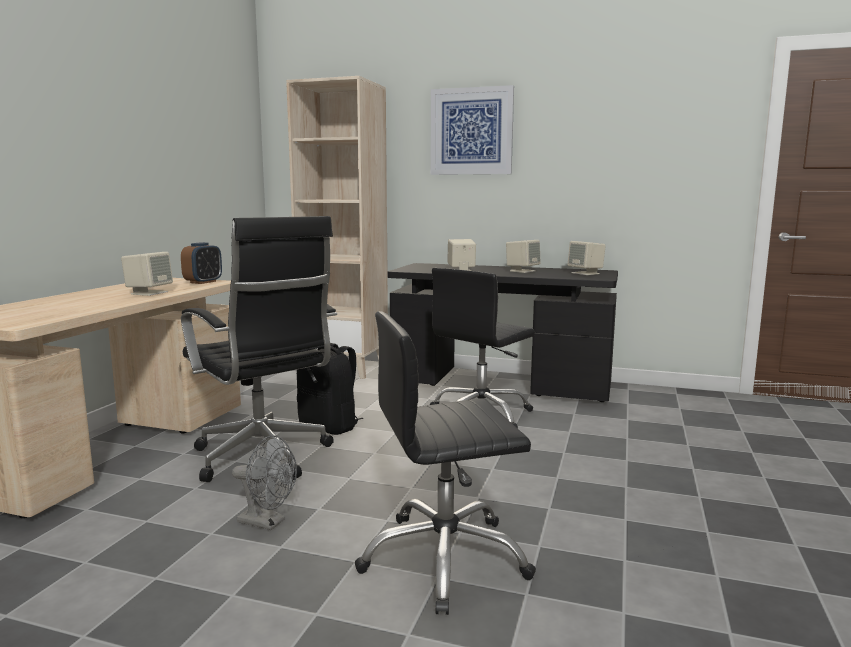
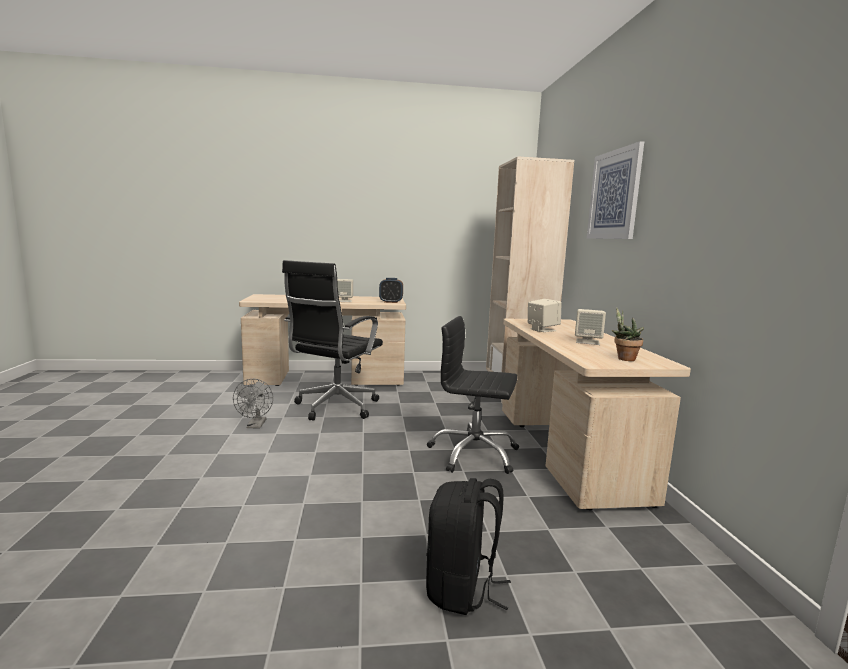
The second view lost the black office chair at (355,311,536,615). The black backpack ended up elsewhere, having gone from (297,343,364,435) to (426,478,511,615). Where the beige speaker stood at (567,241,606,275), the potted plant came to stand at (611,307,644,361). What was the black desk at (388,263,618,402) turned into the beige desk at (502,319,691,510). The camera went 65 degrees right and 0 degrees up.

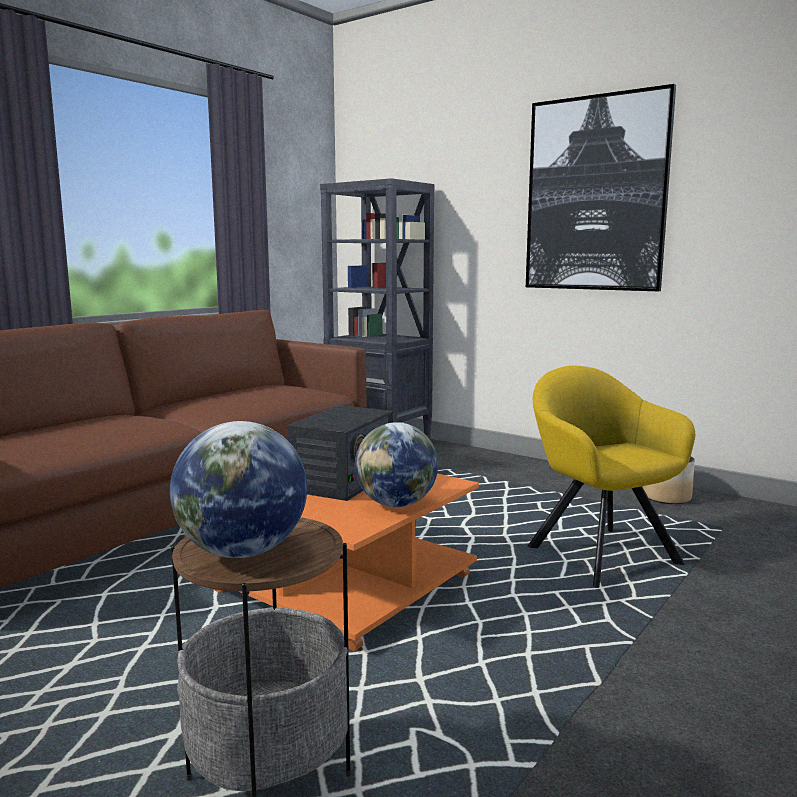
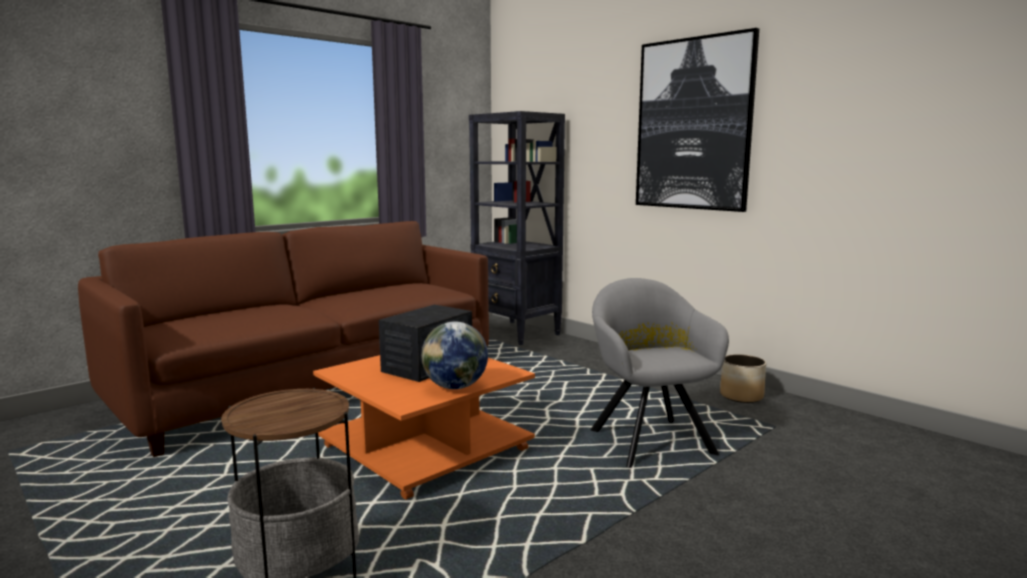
The second view lost the globe at (170,421,307,558). What was the yellow armchair at (528,366,695,588) turned into the grey armchair at (590,278,729,468). The camera went 10 degrees right and 0 degrees up.

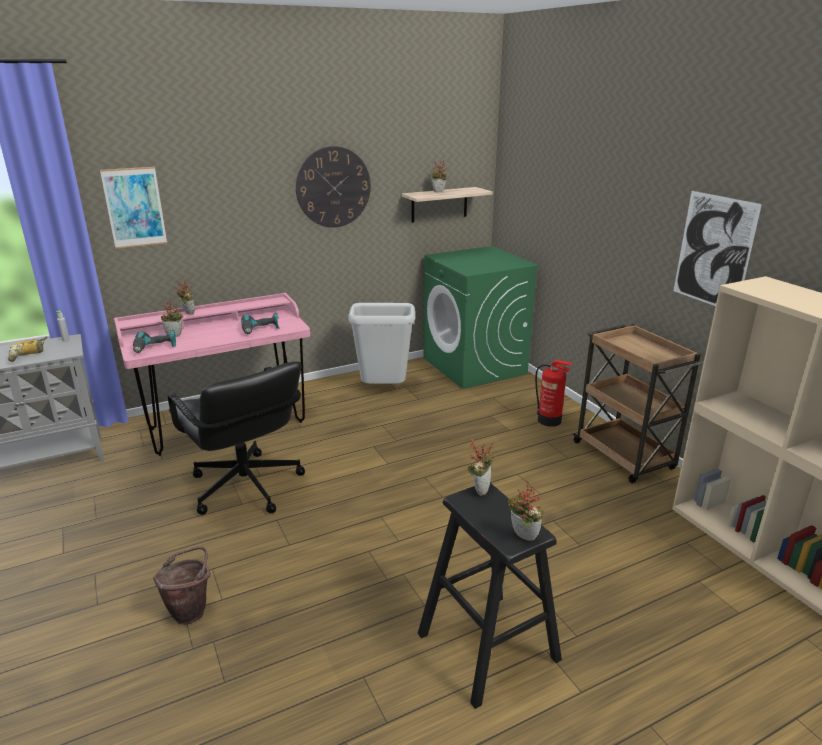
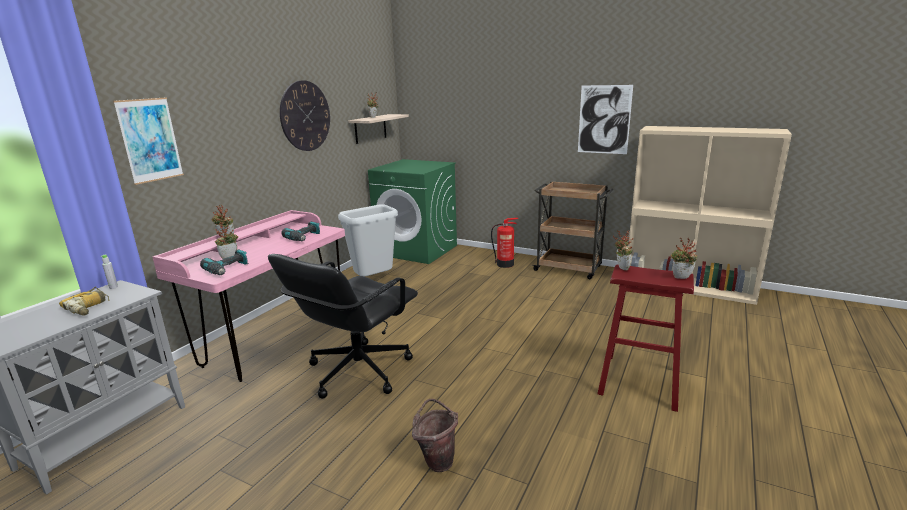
What was the black stool at (418,483,562,709) turned into the red stool at (597,264,694,412). The black office chair at (168,361,305,515) ended up facing another way, 105 degrees clockwise from before. The camera went 35 degrees left and 5 degrees down.

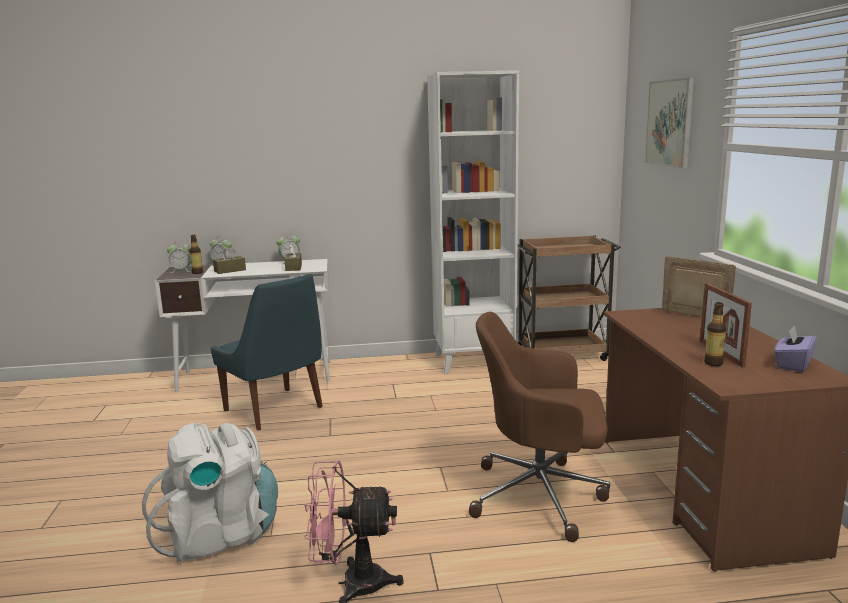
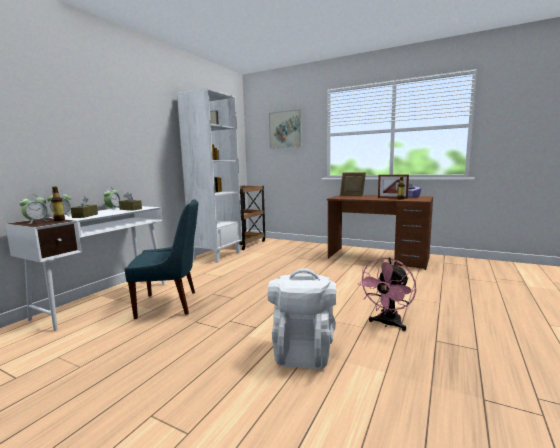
The second view lost the brown office chair at (469,312,610,542). The camera went 55 degrees left and 5 degrees down.

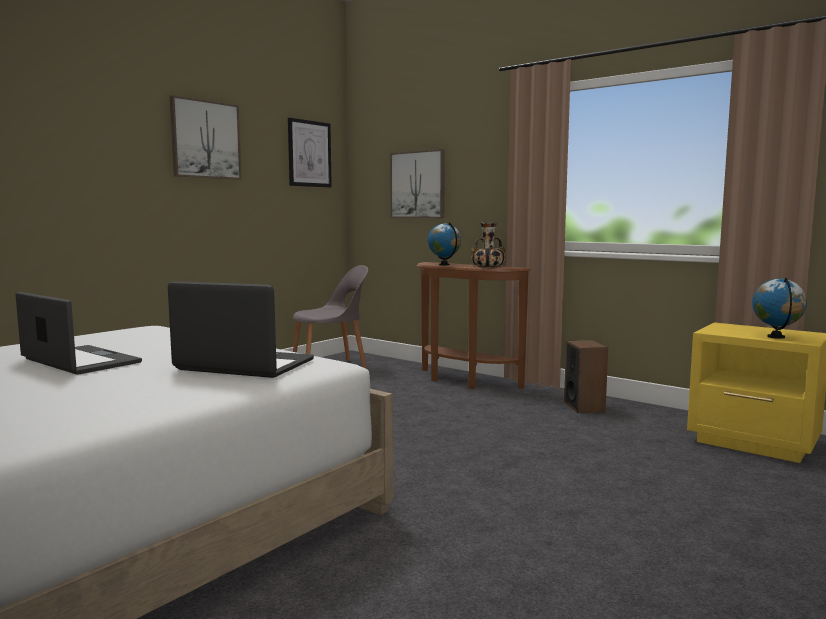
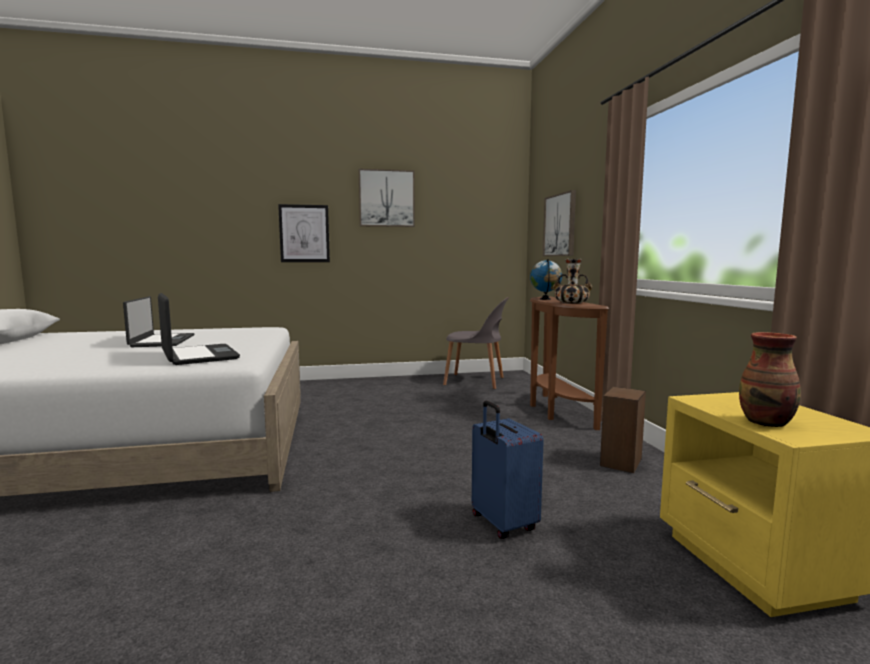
The second view gained the blue suitcase at (472,401,544,539). The picture ended up elsewhere, having gone from (288,117,332,188) to (278,204,330,262). Where the globe stood at (752,278,807,339), the vase came to stand at (739,332,801,427). The camera went 40 degrees right and 0 degrees up.

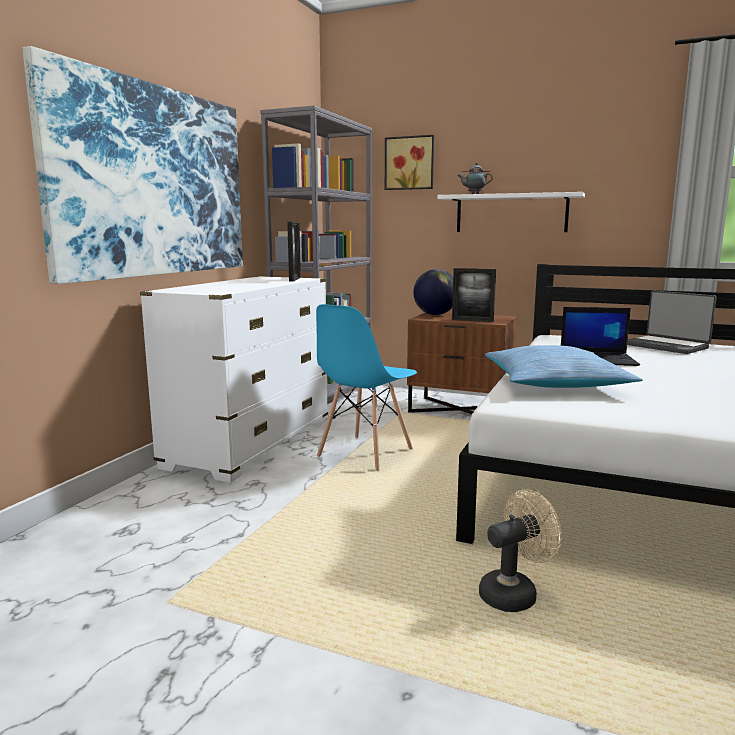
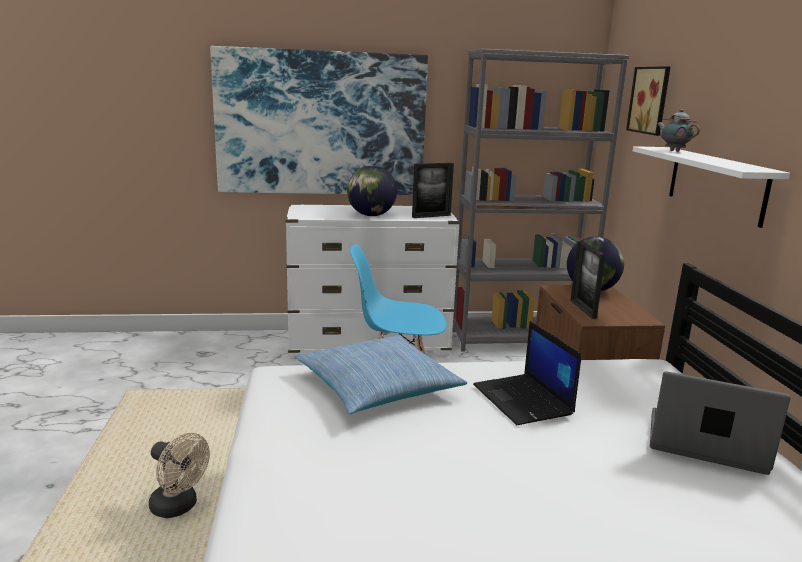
The second view gained the globe at (347,166,397,216). The laptop at (627,290,717,354) ended up facing another way, 90 degrees clockwise from before. The camera went 60 degrees right and 5 degrees up.

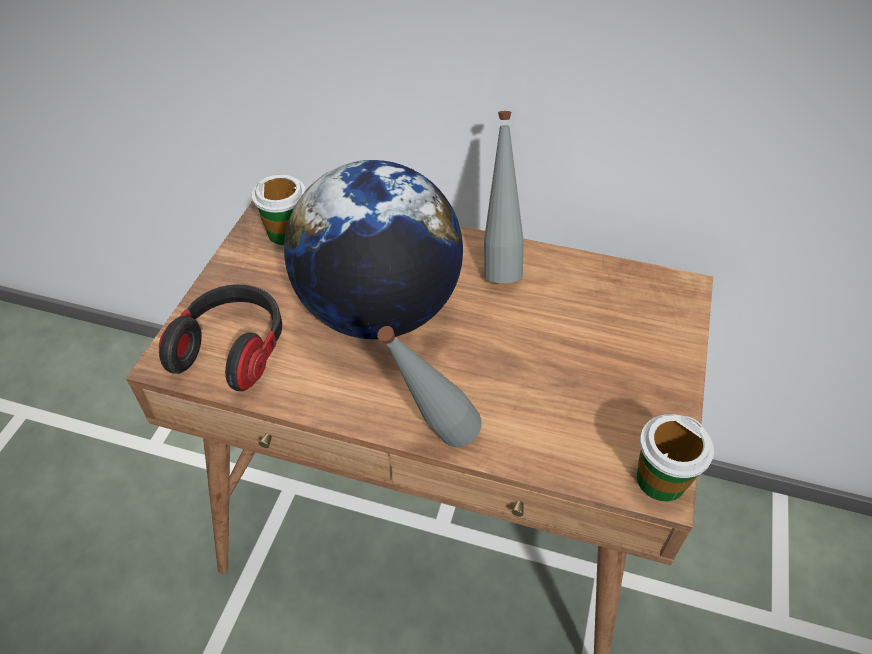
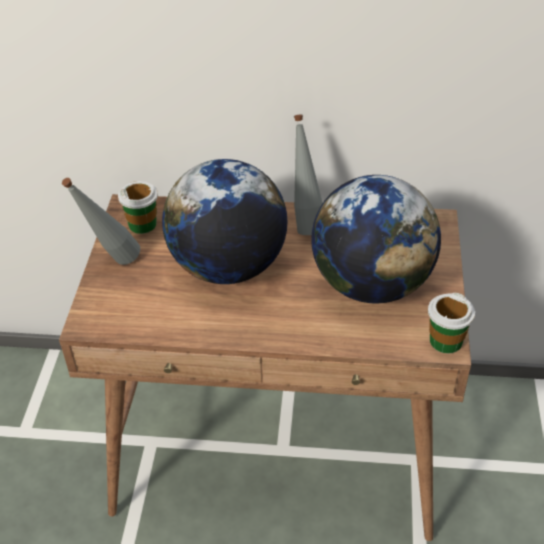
The second view lost the headphones at (159,284,282,391). The second view gained the globe at (311,175,441,304). The grey bottle ended up elsewhere, having gone from (377,326,482,447) to (62,178,140,265). The camera went 10 degrees left and 5 degrees down.

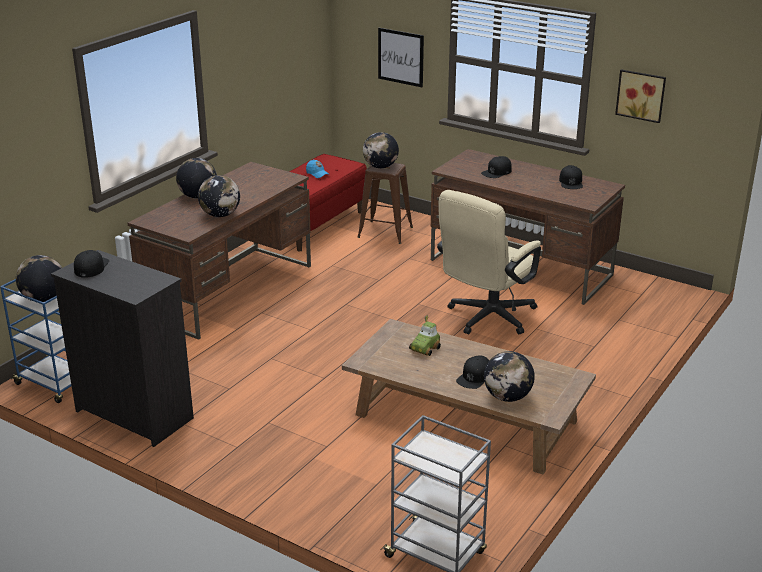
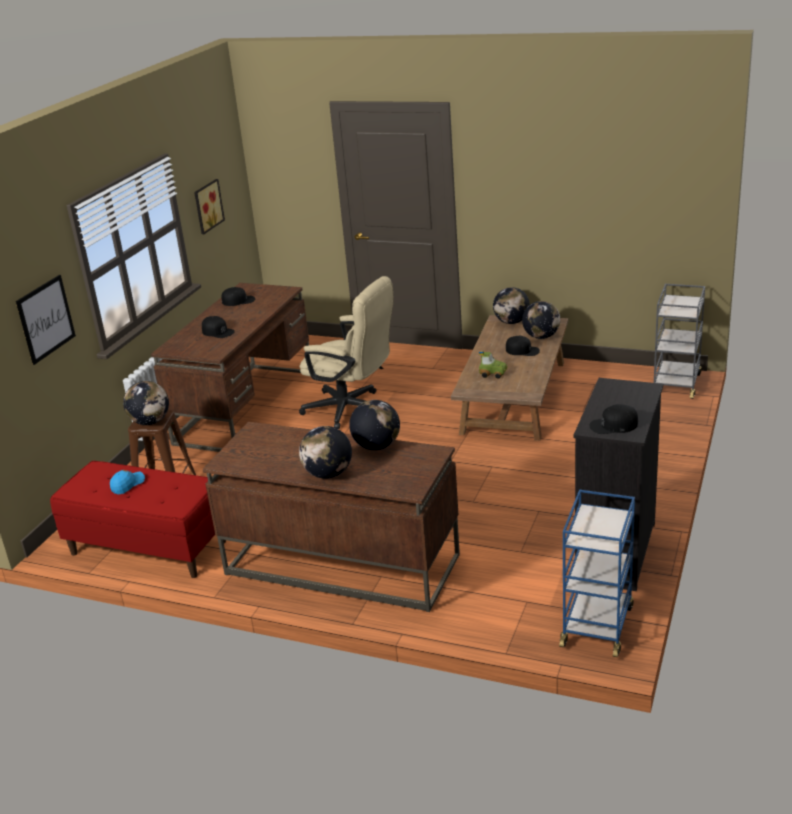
The globe ended up elsewhere, having gone from (16,255,62,302) to (493,287,530,324). The camera went 100 degrees left and 0 degrees up.

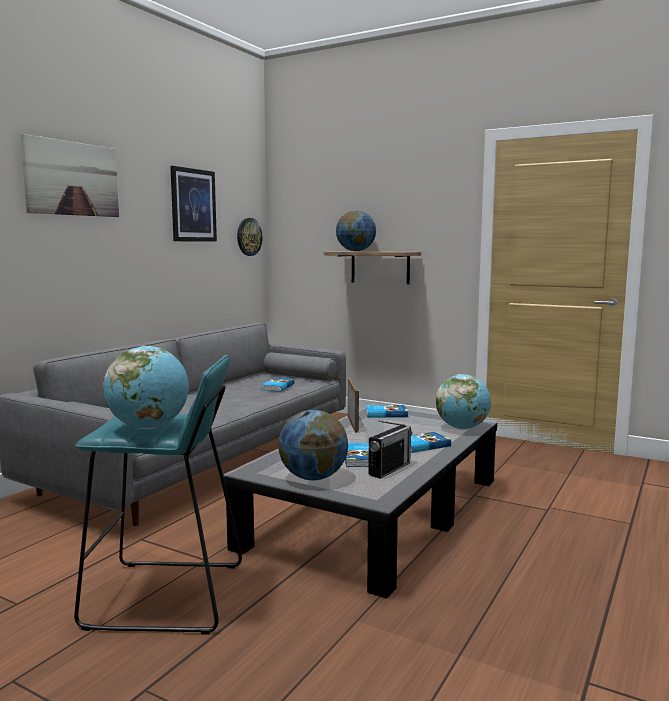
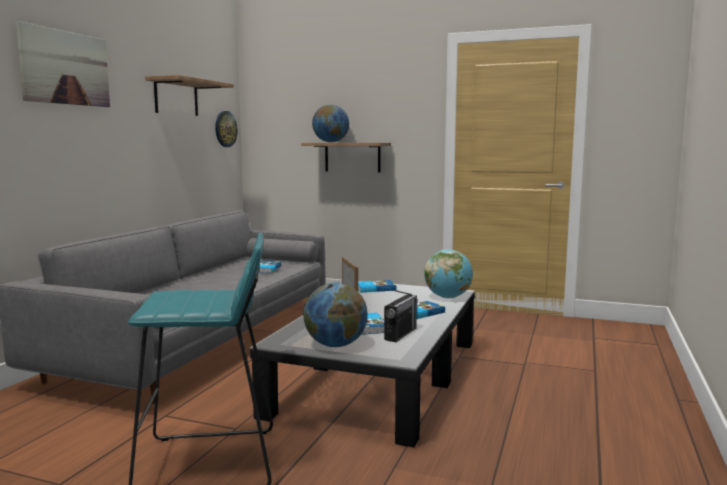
The second view lost the globe at (103,346,189,429). Where the picture hung at (170,166,217,242), the shelf came to hang at (145,75,234,116). The camera went 10 degrees left and 0 degrees up.

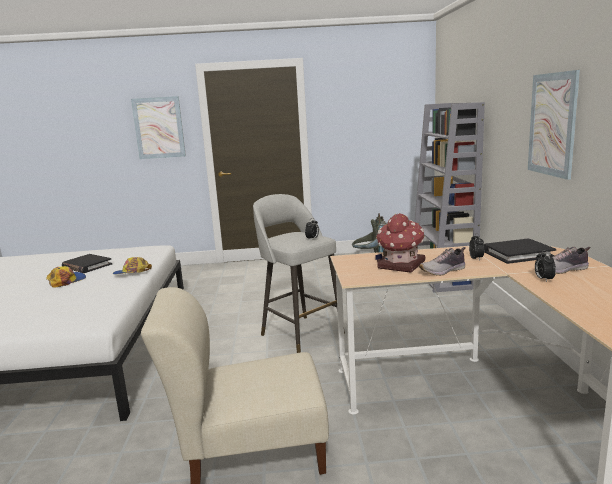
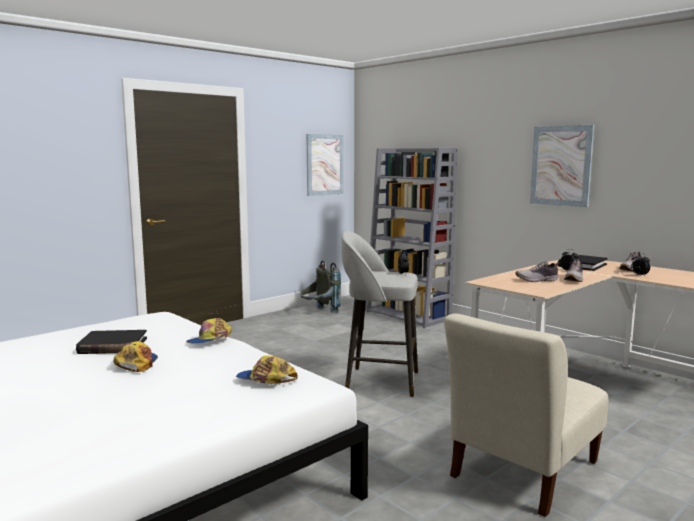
The second view gained the cap at (236,355,298,384). The picture ended up elsewhere, having gone from (131,96,186,159) to (306,134,344,196). Where the toy house stood at (376,213,425,273), the shoe came to stand at (515,262,560,282). The camera went 40 degrees left and 5 degrees down.

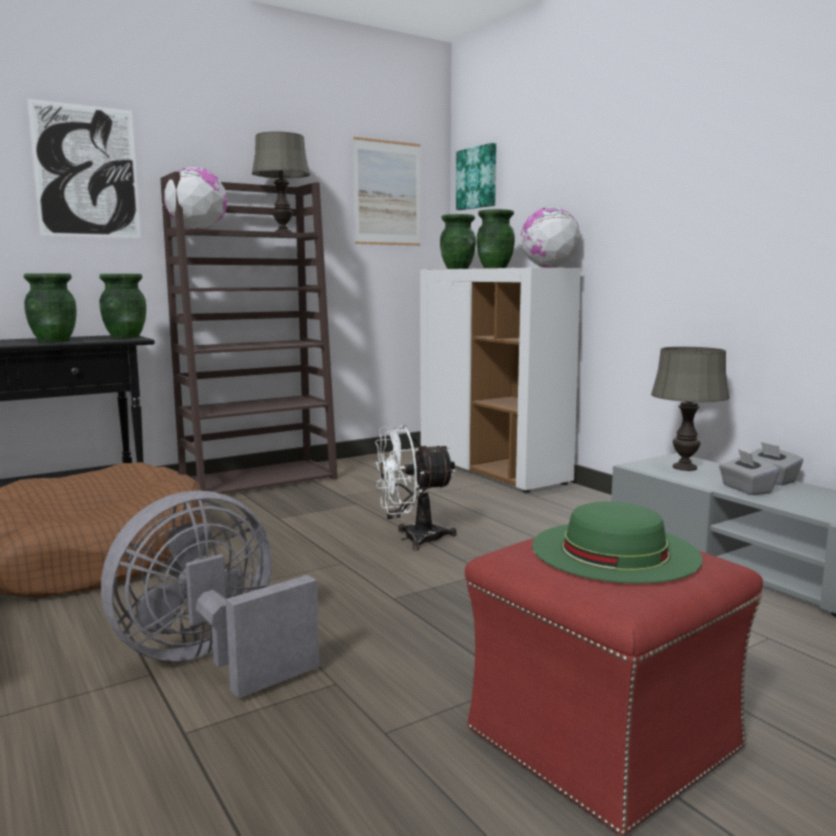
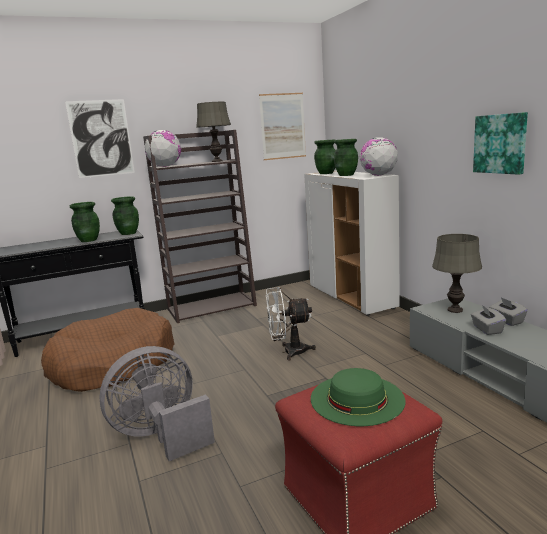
The picture ended up elsewhere, having gone from (456,143,496,210) to (473,112,528,175). The camera went 10 degrees right and 5 degrees up.

